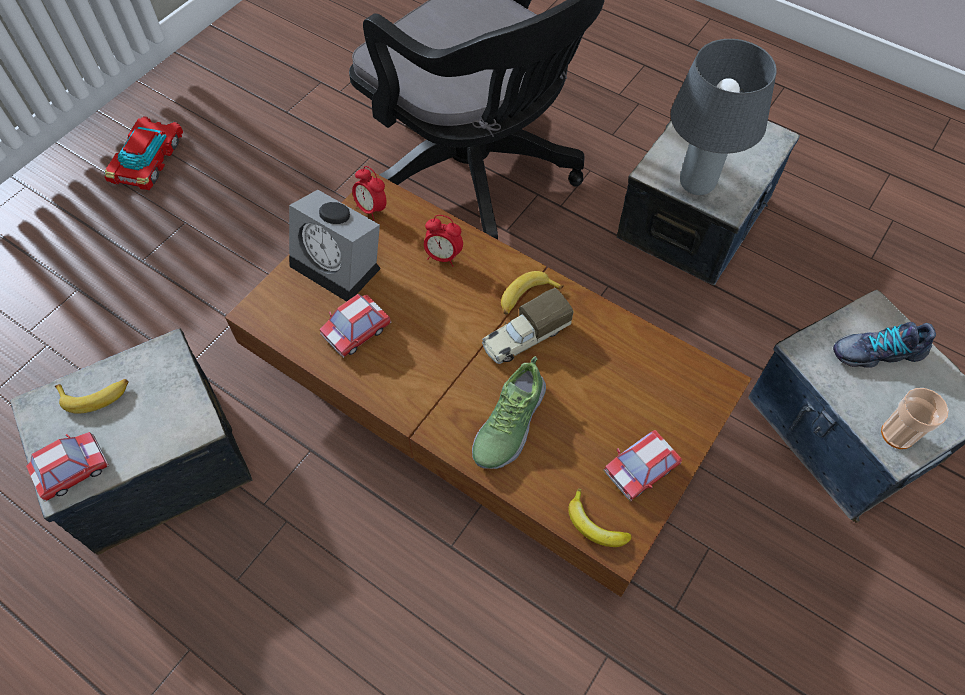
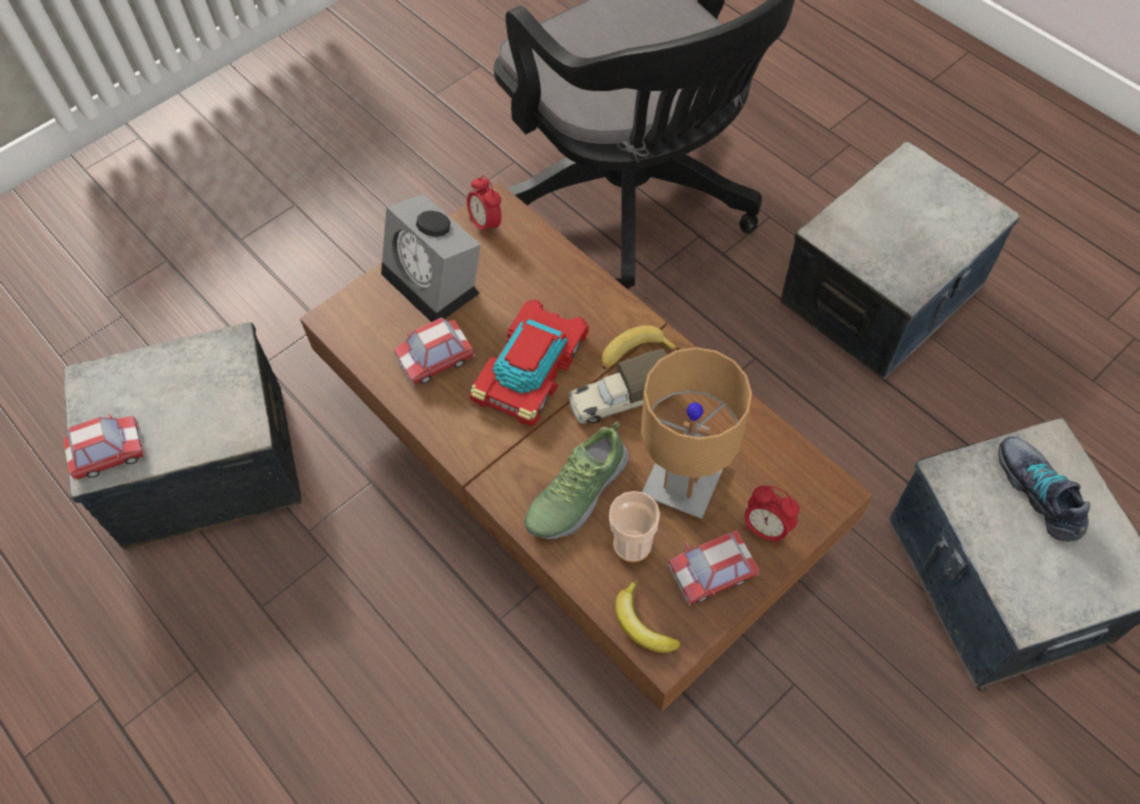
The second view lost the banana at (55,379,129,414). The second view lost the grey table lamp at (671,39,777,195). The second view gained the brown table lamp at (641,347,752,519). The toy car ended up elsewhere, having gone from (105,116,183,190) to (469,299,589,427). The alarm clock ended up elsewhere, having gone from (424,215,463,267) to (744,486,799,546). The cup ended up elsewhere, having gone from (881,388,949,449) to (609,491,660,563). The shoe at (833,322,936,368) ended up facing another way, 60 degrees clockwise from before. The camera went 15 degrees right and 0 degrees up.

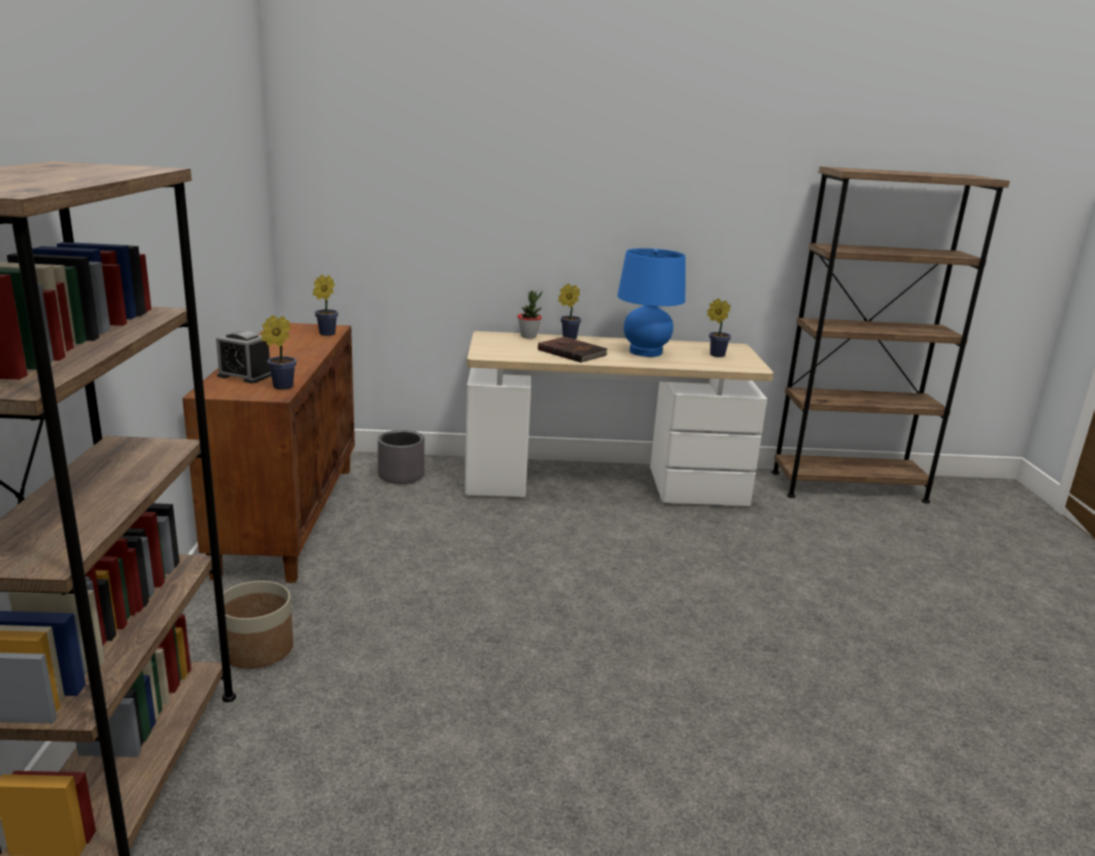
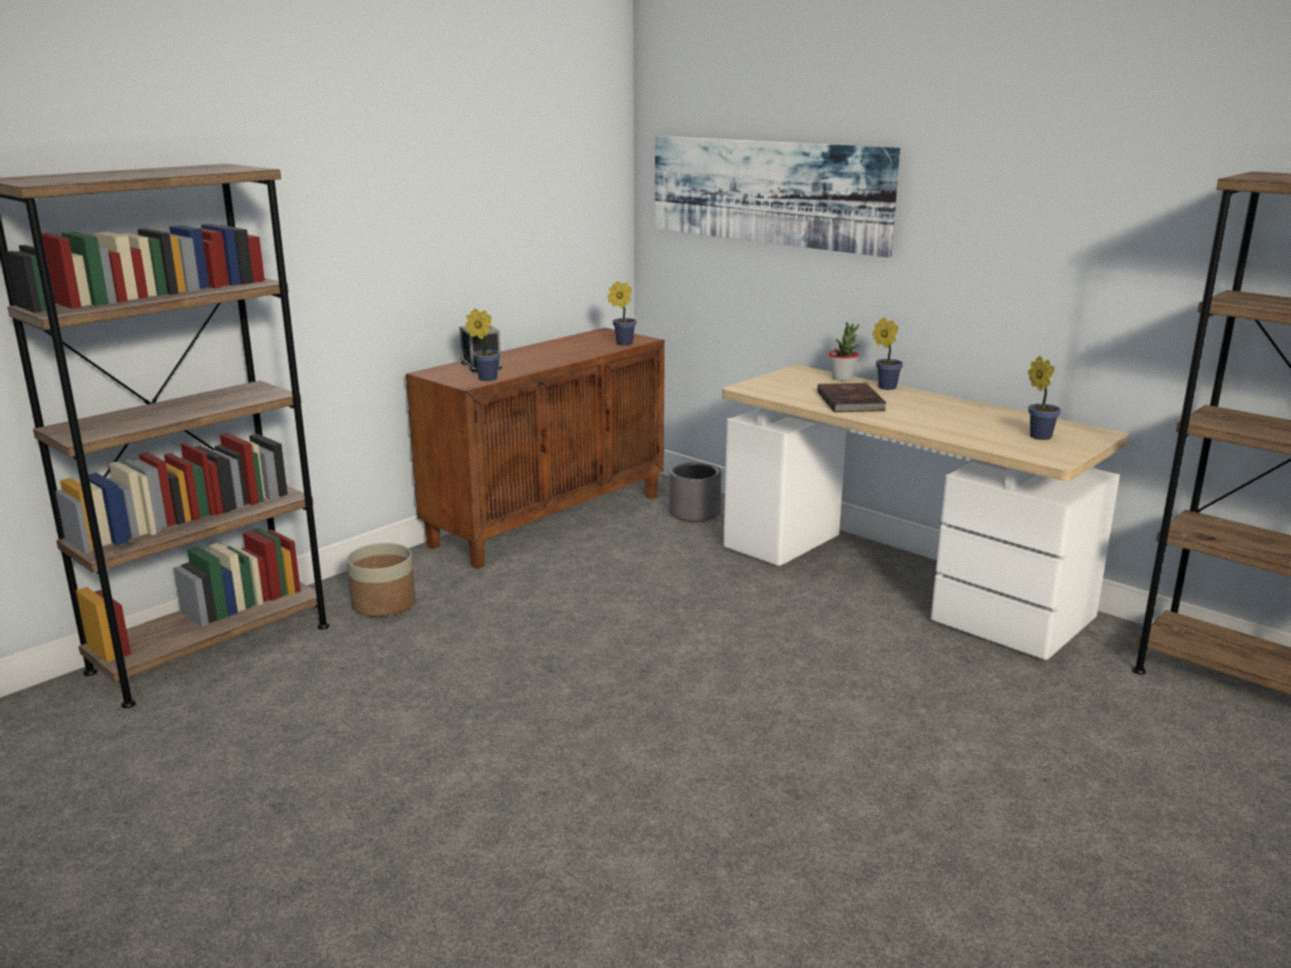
The second view lost the blue table lamp at (617,248,686,357). The second view gained the picture at (655,136,900,257). The camera went 45 degrees right and 0 degrees up.

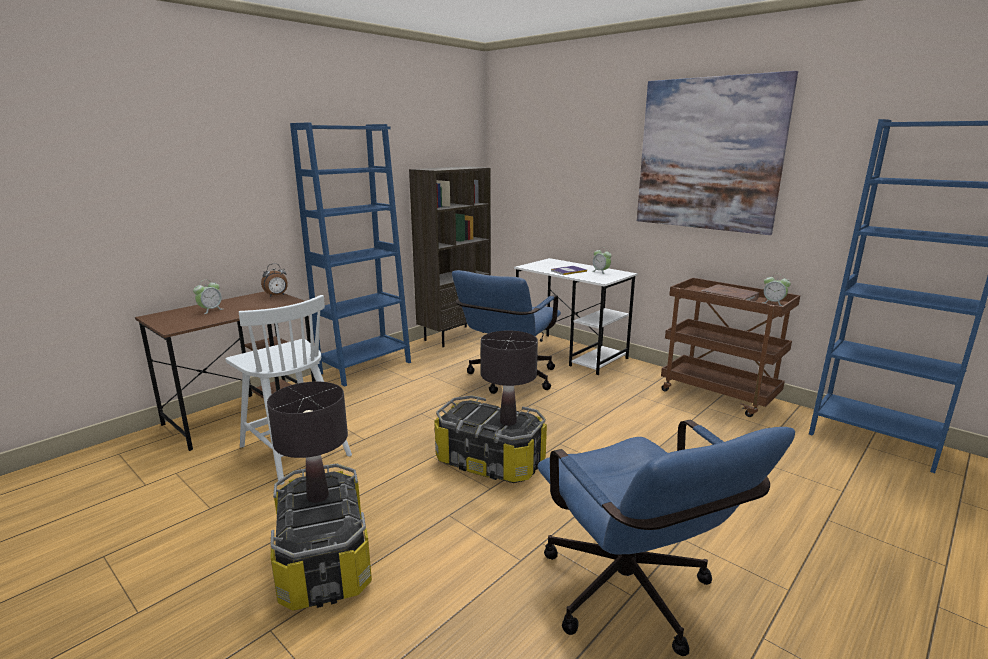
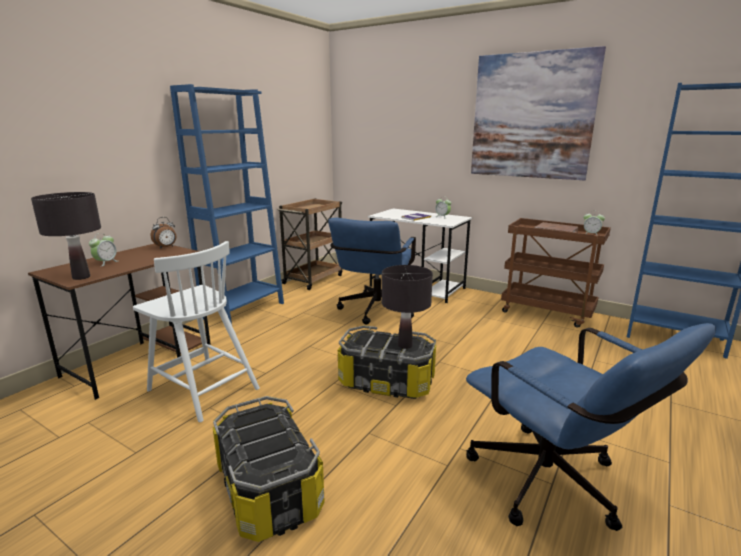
The black table lamp ended up elsewhere, having gone from (267,382,348,503) to (31,192,101,280). Where the brown bookcase stood at (409,166,491,347), the brown cart came to stand at (277,198,343,290). The camera went 10 degrees left and 0 degrees up.

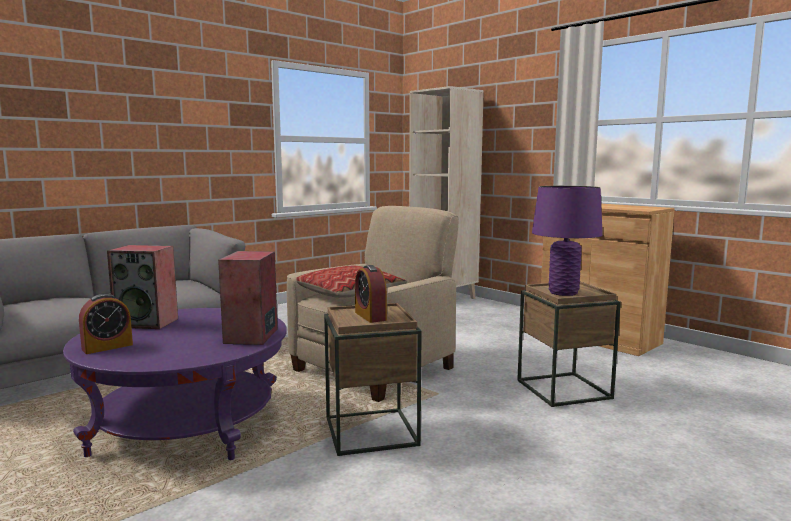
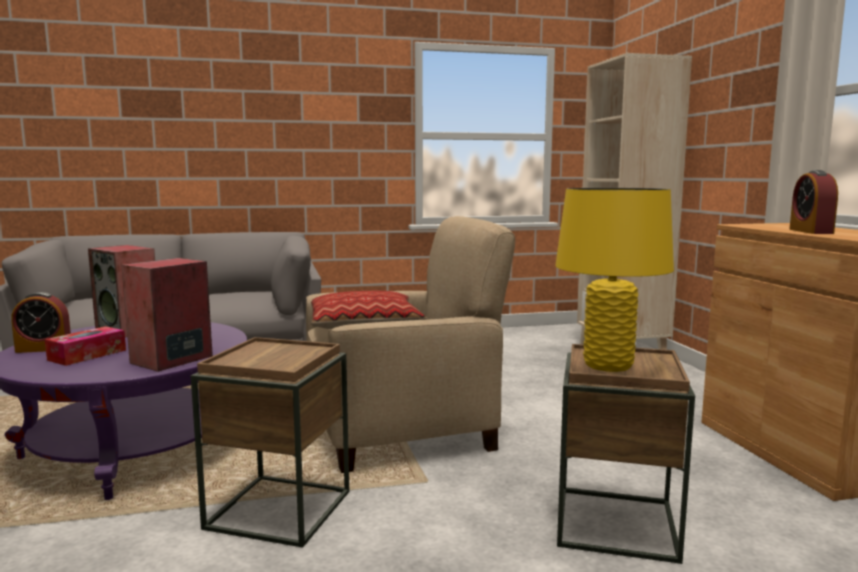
The second view gained the tissue box at (45,326,126,366). The alarm clock ended up elsewhere, having gone from (355,265,387,323) to (789,170,838,234). What was the purple table lamp at (532,186,603,296) turned into the yellow table lamp at (555,188,674,372). The camera went 30 degrees right and 0 degrees up.

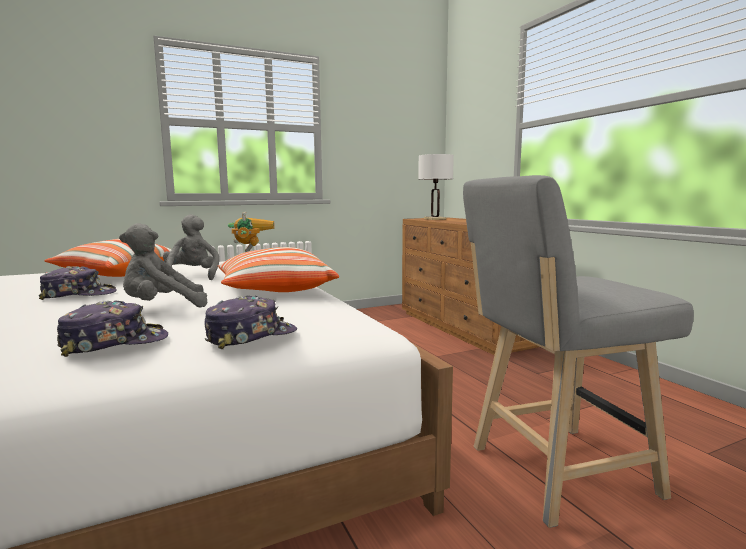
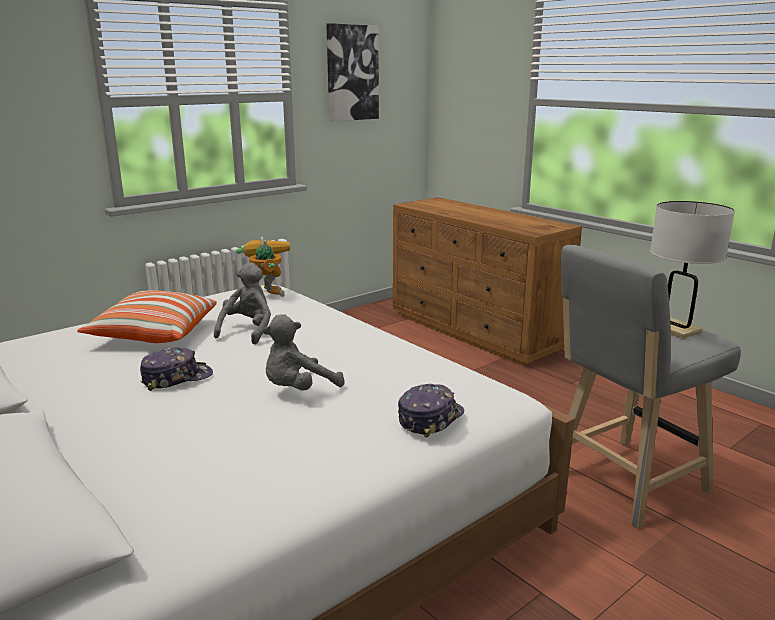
The second view lost the cap at (57,301,168,357). The second view lost the pillow at (218,247,339,292). The second view gained the picture at (326,23,379,121). The white table lamp ended up elsewhere, having gone from (418,154,454,220) to (650,201,735,339). The grey plush toy at (163,214,219,280) ended up facing another way, 45 degrees clockwise from before. The camera went 15 degrees left and 10 degrees up.

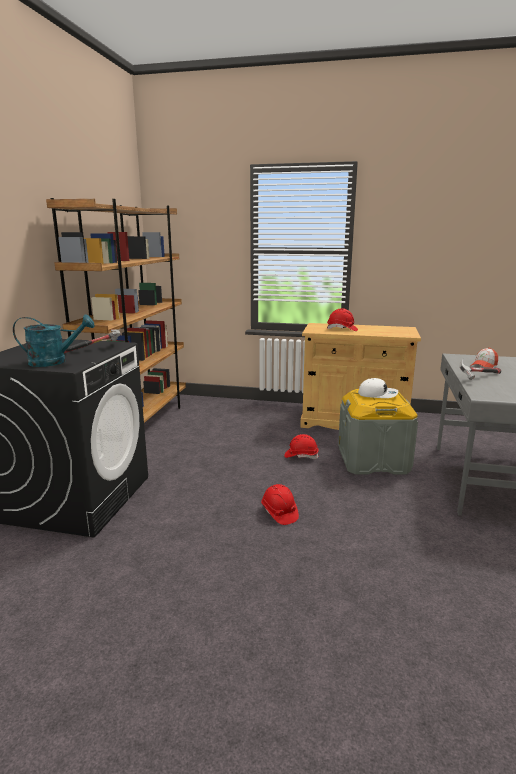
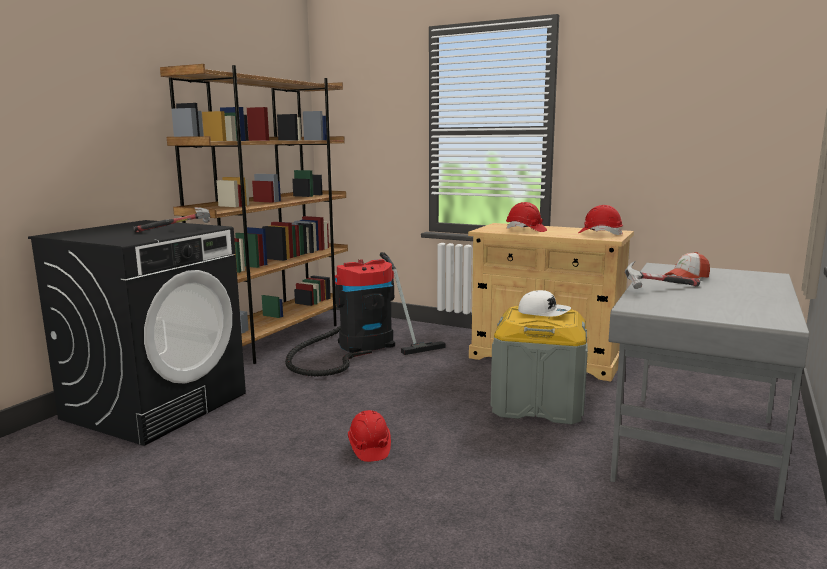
The second view lost the turquoise watering can at (13,315,95,367). The second view gained the vacuum cleaner at (285,252,446,377). The red hard hat ended up elsewhere, having gone from (284,434,319,459) to (578,205,623,235). The camera went 15 degrees right and 5 degrees down.

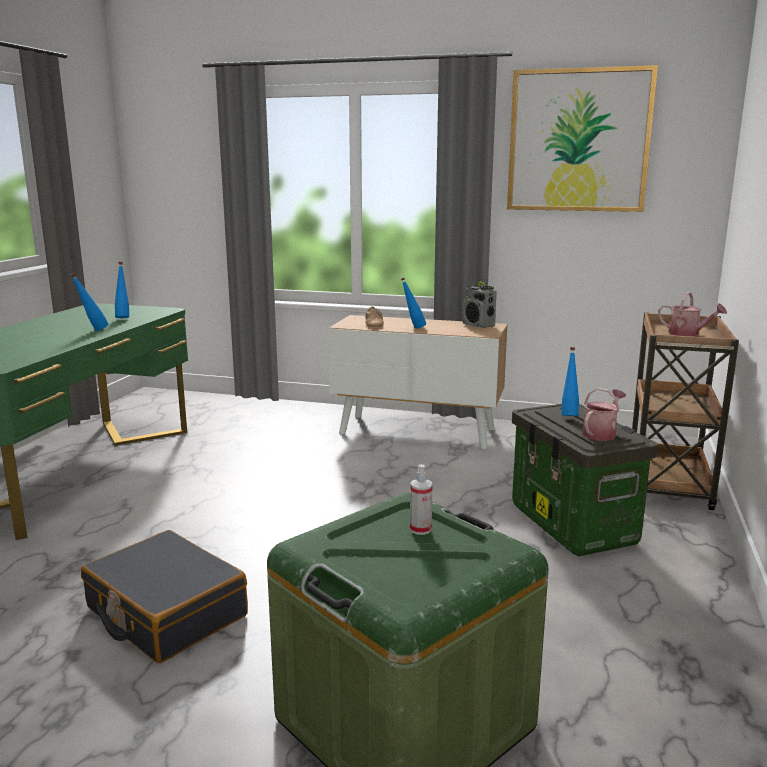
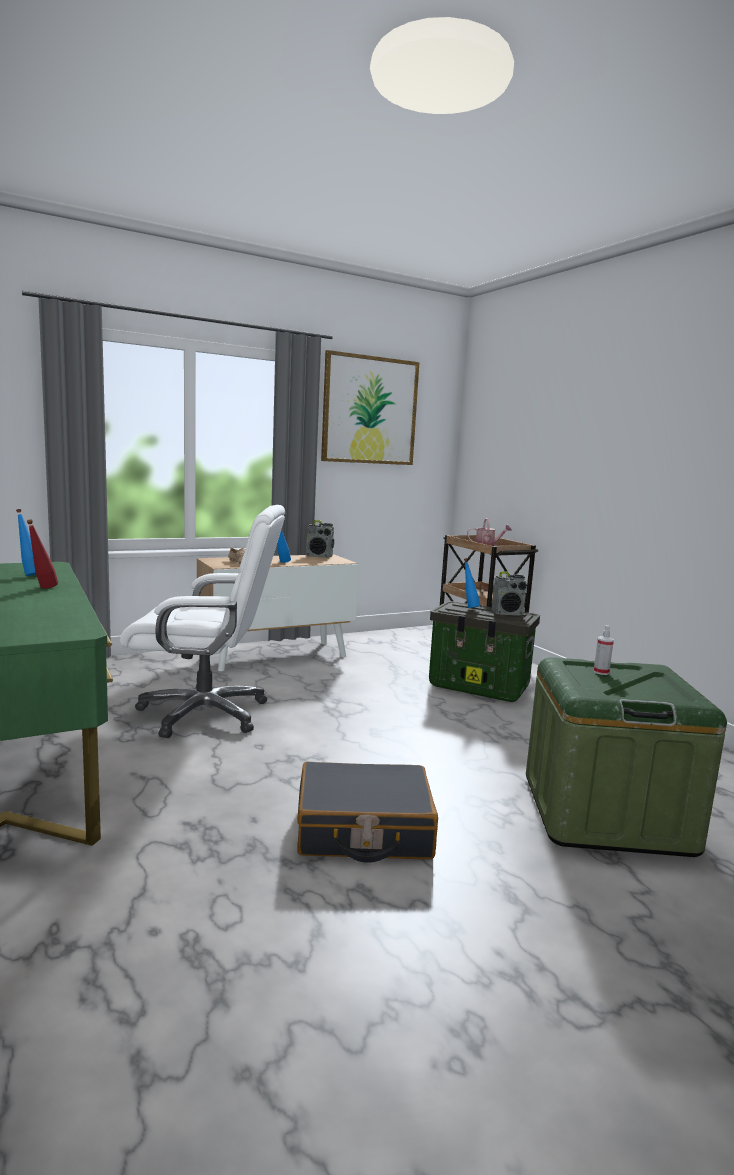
The second view gained the white office chair at (120,505,285,738). Where the watering can stood at (582,388,626,441), the radio came to stand at (492,571,527,615). What was the blue bottle at (70,273,109,331) turned into the red bottle at (27,520,58,589). The camera went 45 degrees left and 5 degrees down.

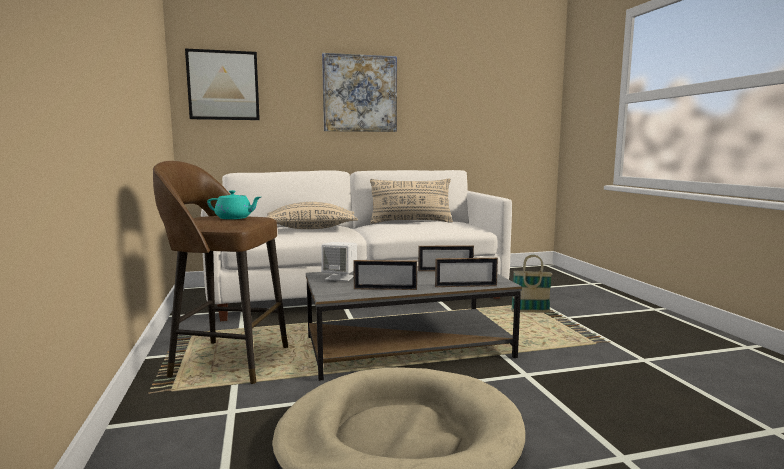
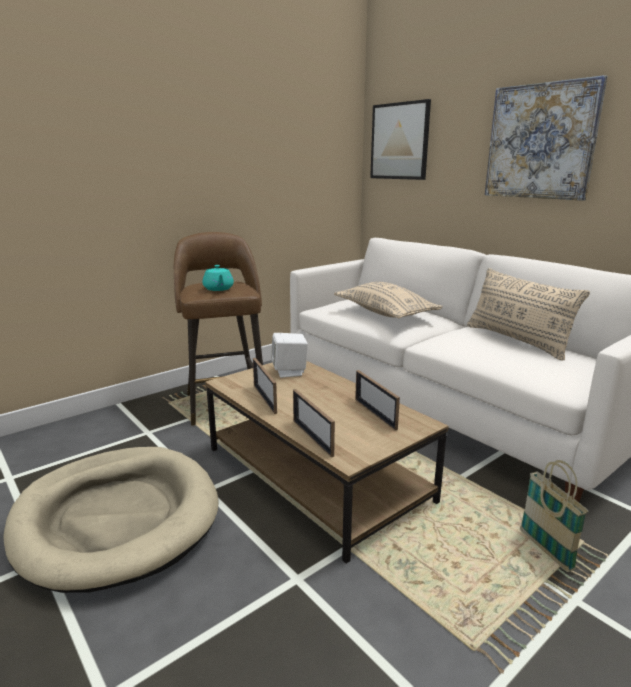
What was the grey coffee table at (306,266,522,381) turned into the brown coffee table at (205,361,448,564). The camera went 65 degrees right and 10 degrees up.

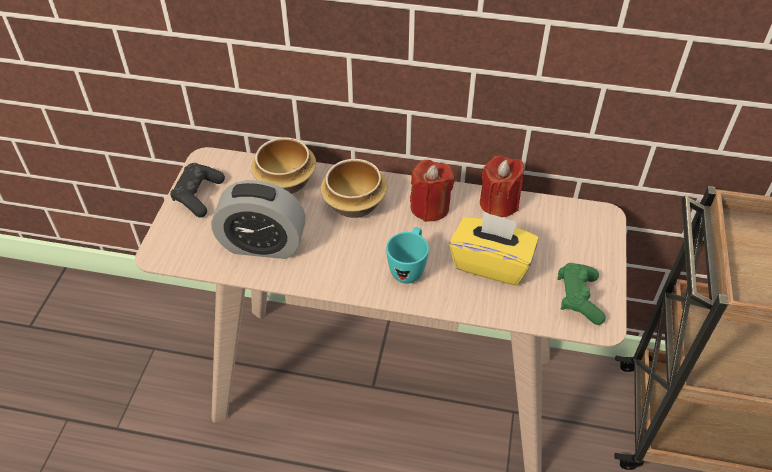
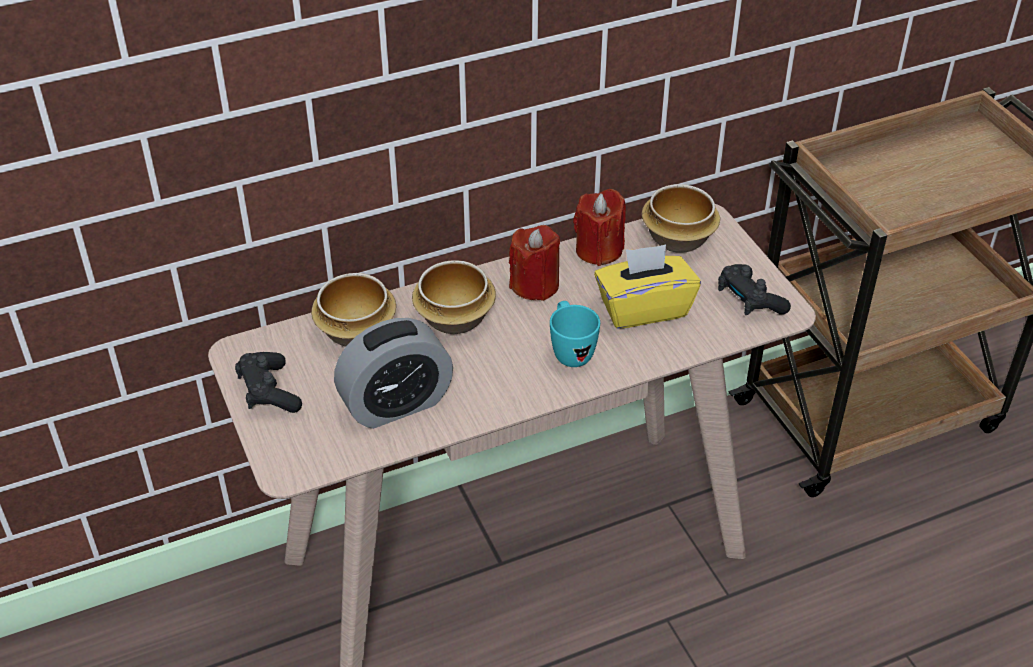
The second view gained the bowl at (642,184,720,253). What was the green game controller at (557,263,606,325) turned into the black game controller at (718,264,791,315). The camera went 35 degrees left and 5 degrees down.

